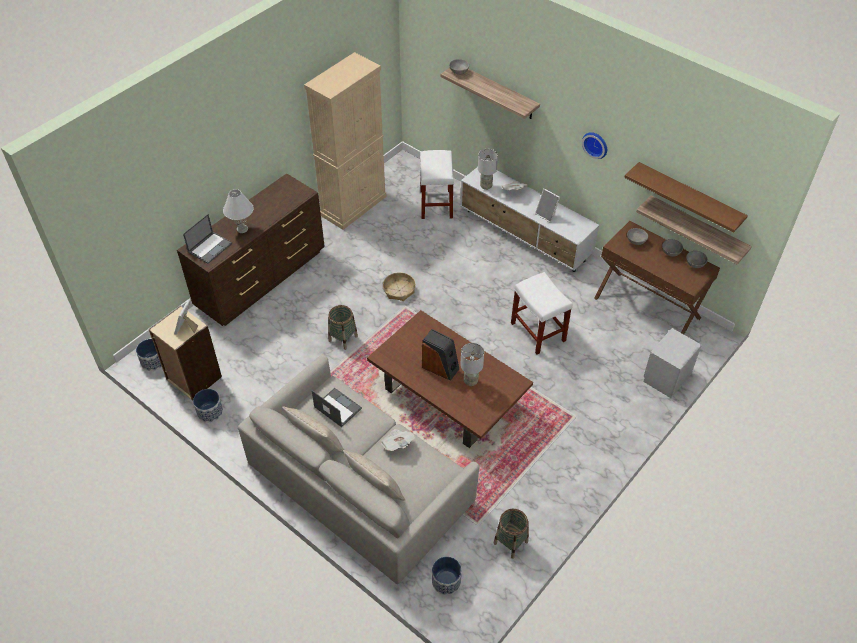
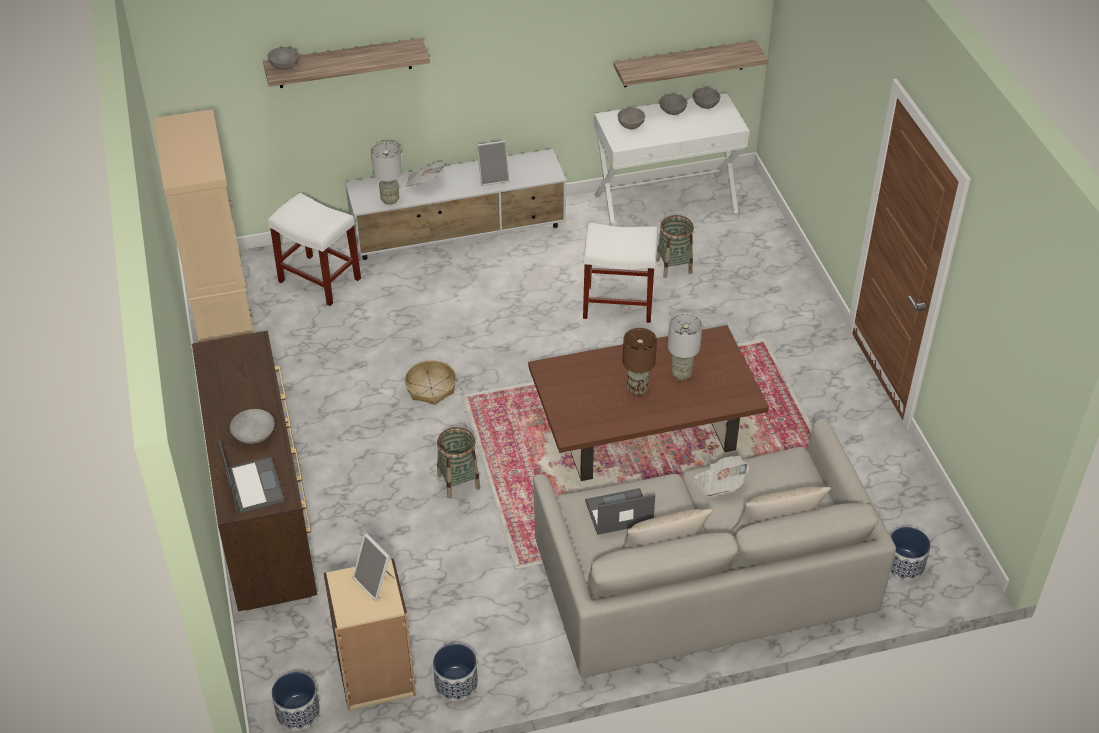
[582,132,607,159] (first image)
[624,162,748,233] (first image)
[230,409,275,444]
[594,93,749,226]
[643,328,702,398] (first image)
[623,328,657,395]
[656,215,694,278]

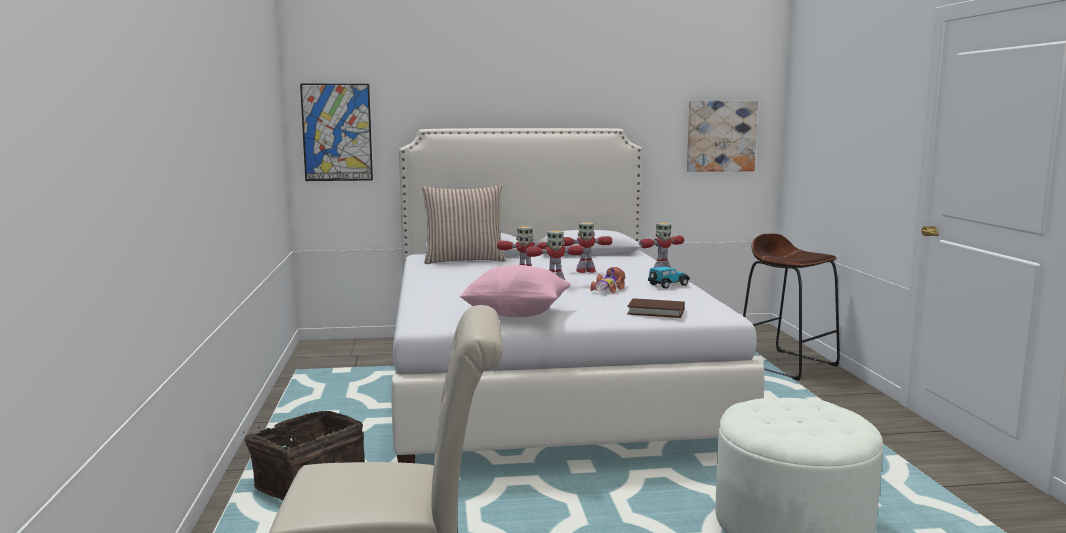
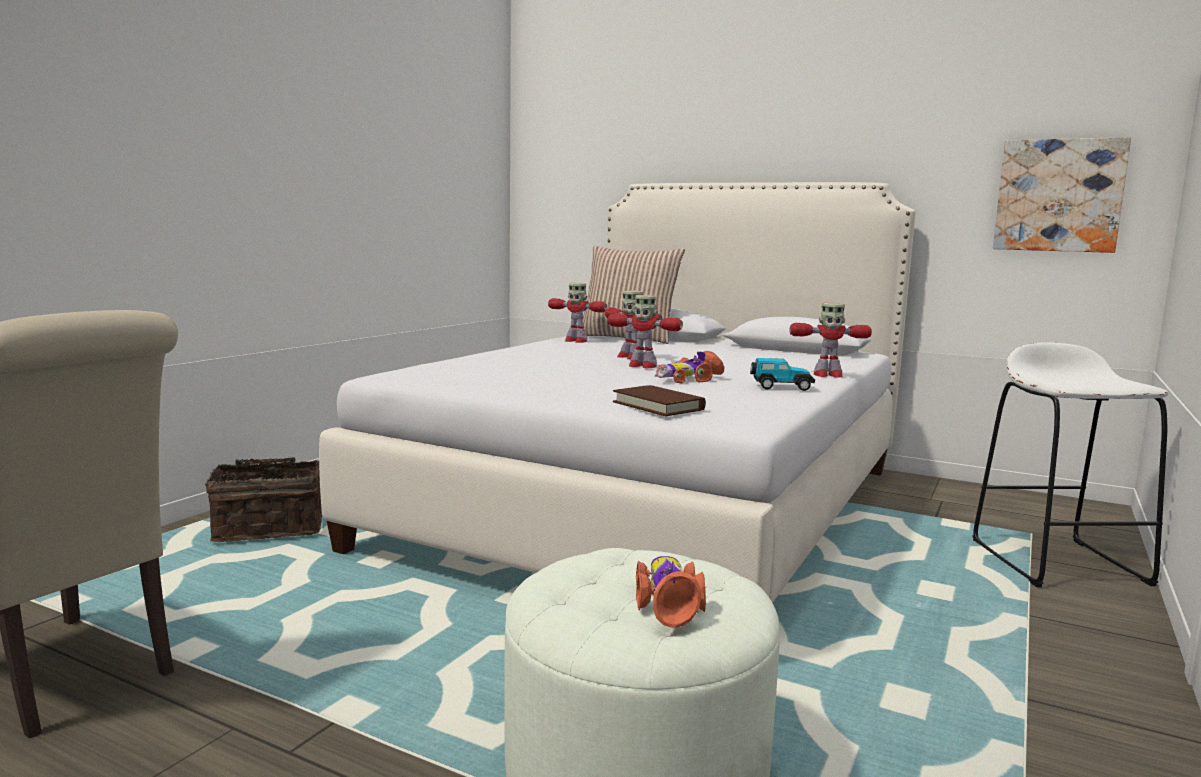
[300,84,373,181] (first image)
[548,283,607,343]
[972,342,1168,587]
[459,265,571,317] (first image)
[636,556,706,628]

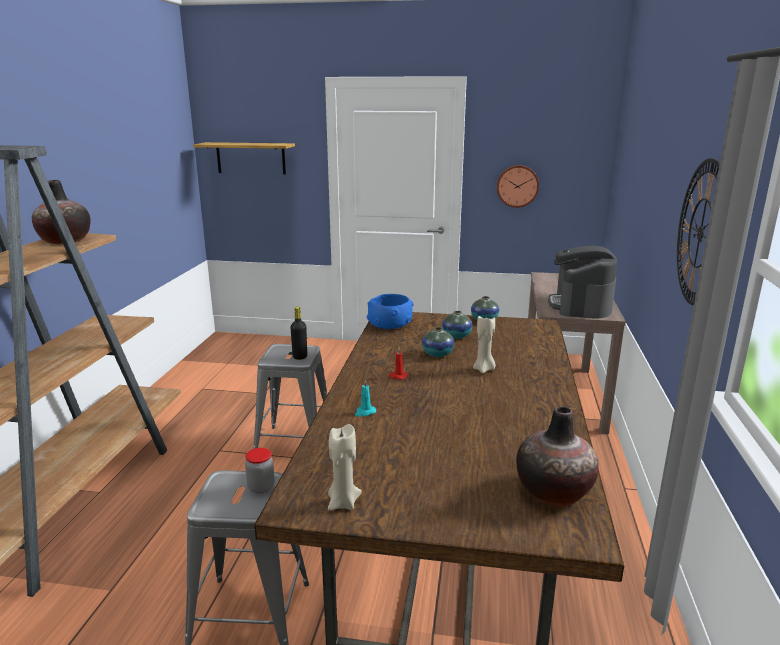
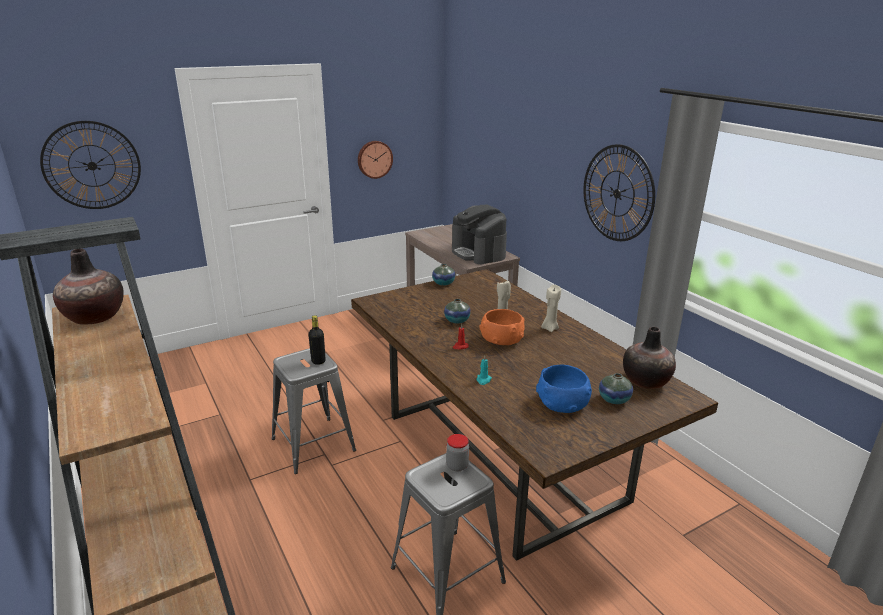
[40,121,141,209]
[536,365,592,413]
[599,373,633,404]
[541,284,561,332]
[479,309,525,345]

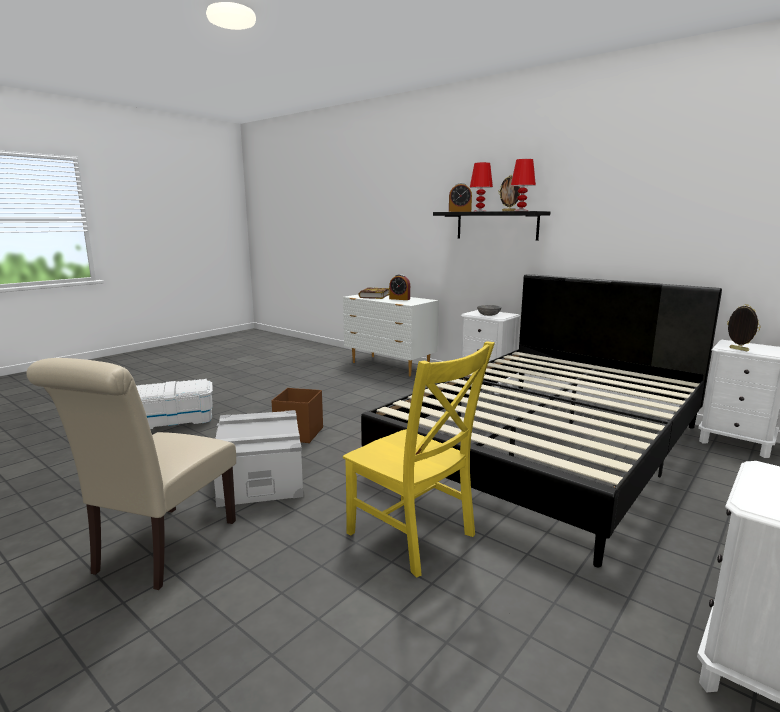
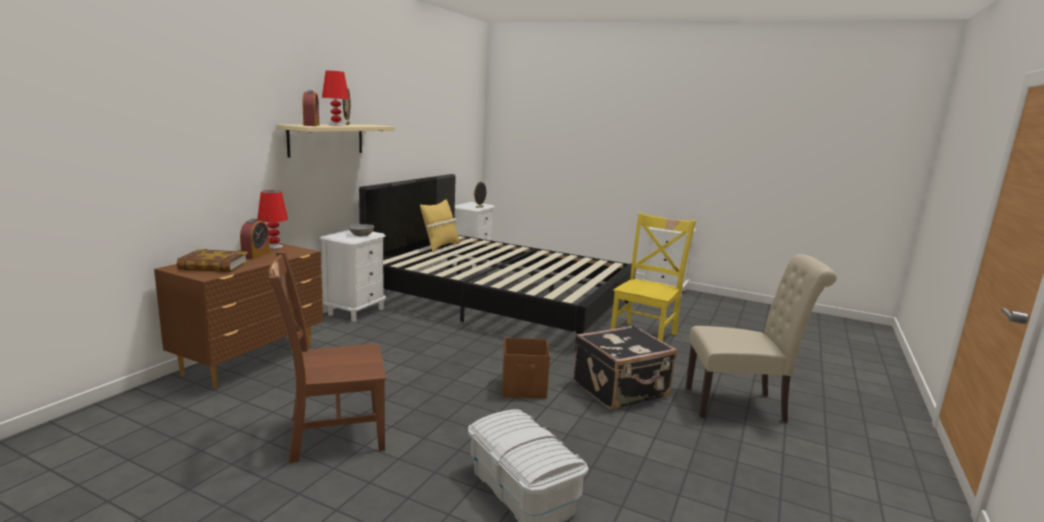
[257,190,288,249]
[276,124,395,158]
[154,243,323,389]
[574,325,677,409]
[420,199,460,252]
[268,251,386,463]

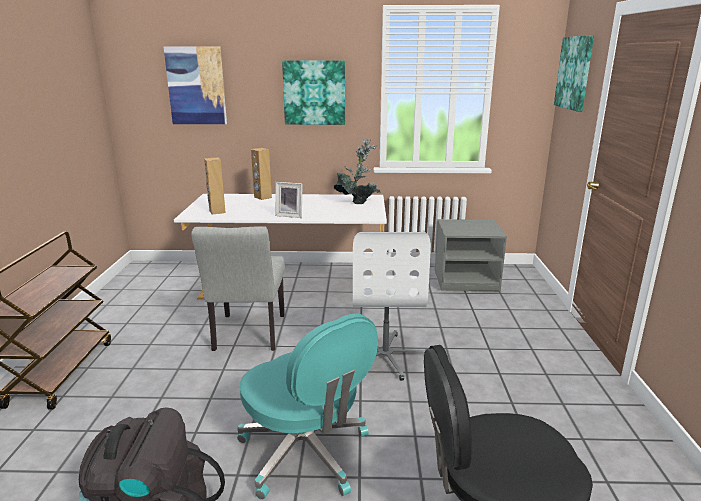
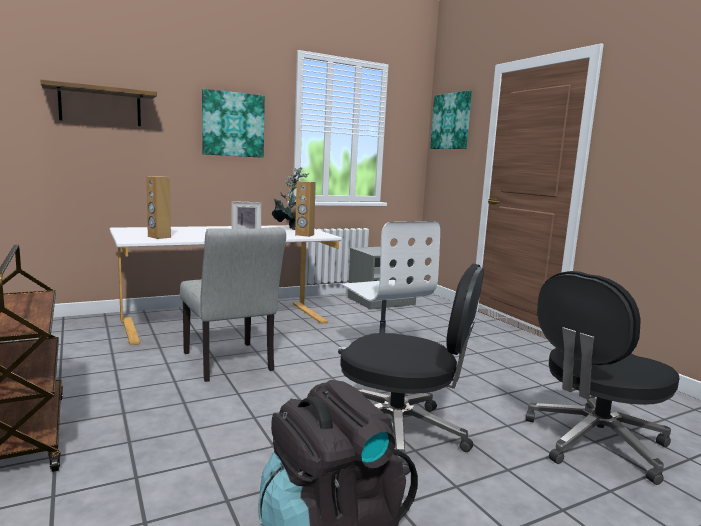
[40,79,157,126]
[295,181,316,237]
[341,264,484,475]

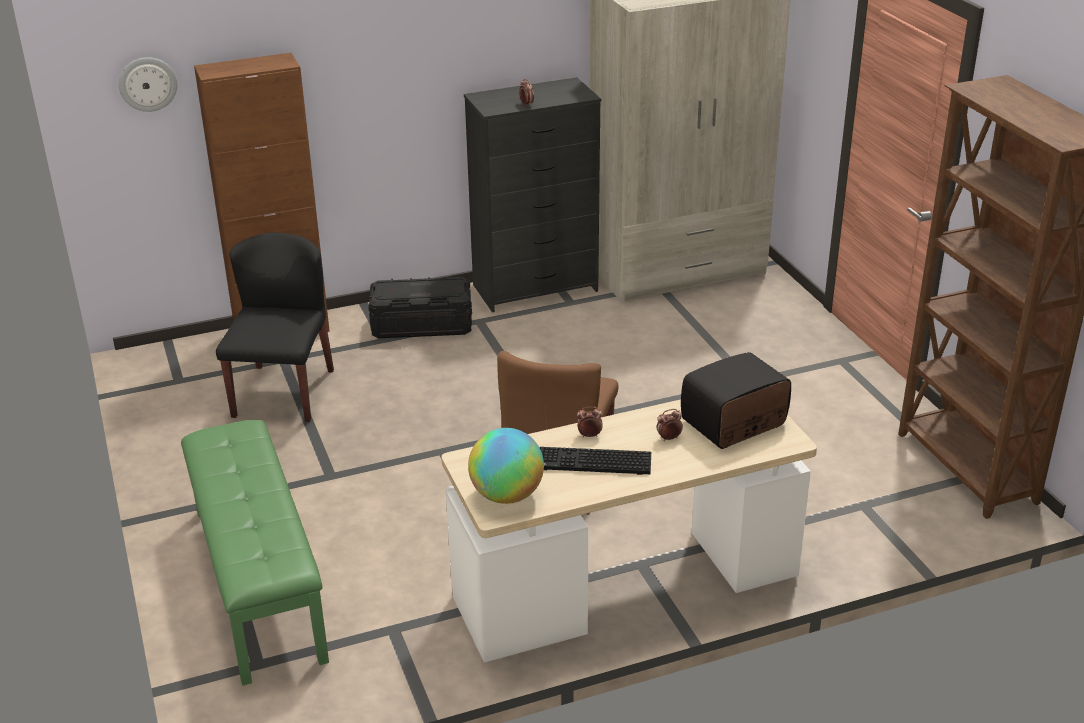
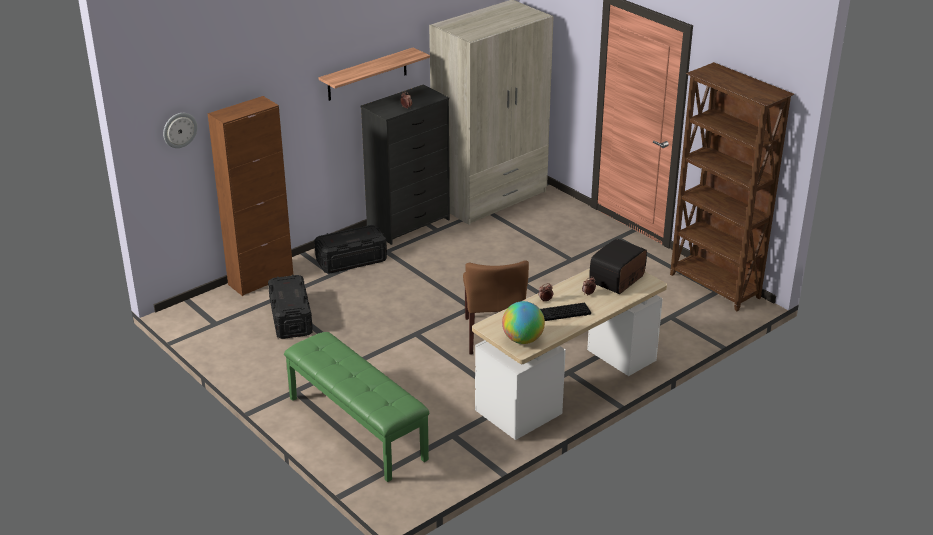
[268,275,313,339]
[318,47,430,101]

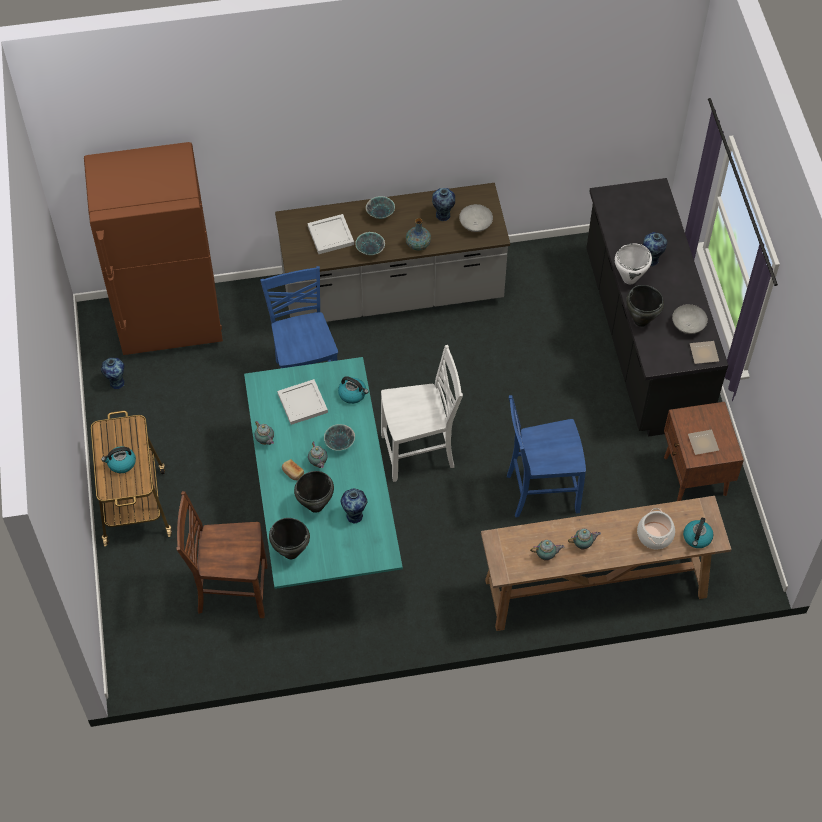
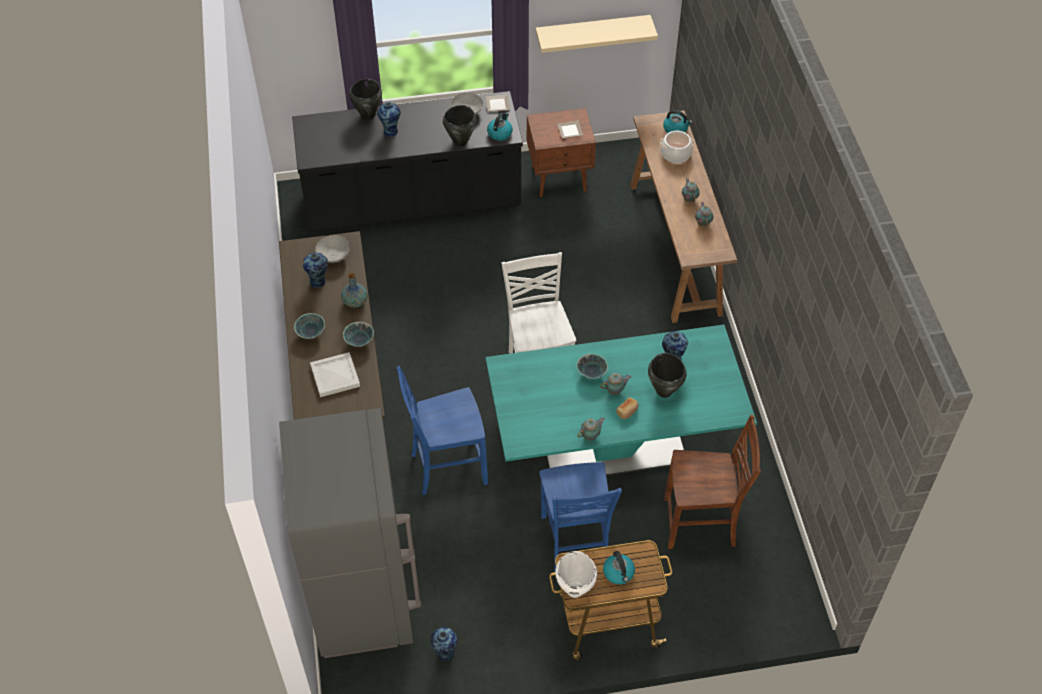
[279,408,421,658]
[555,551,597,598]
[487,112,513,141]
[277,379,328,425] (first image)
[539,462,622,572]
[665,415,761,549]
[349,79,382,120]
[536,15,658,53]

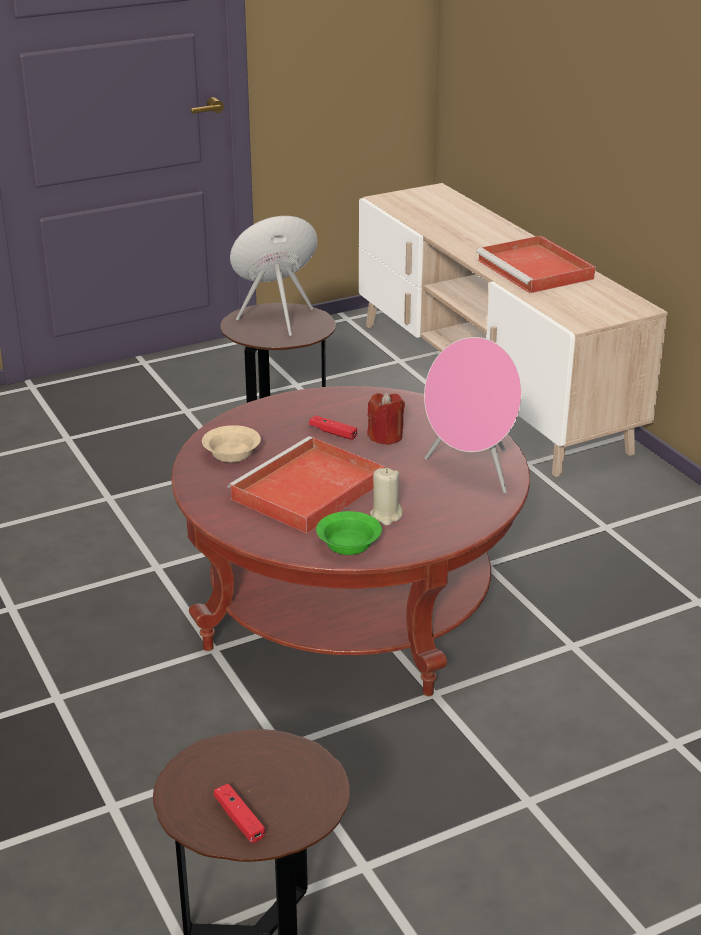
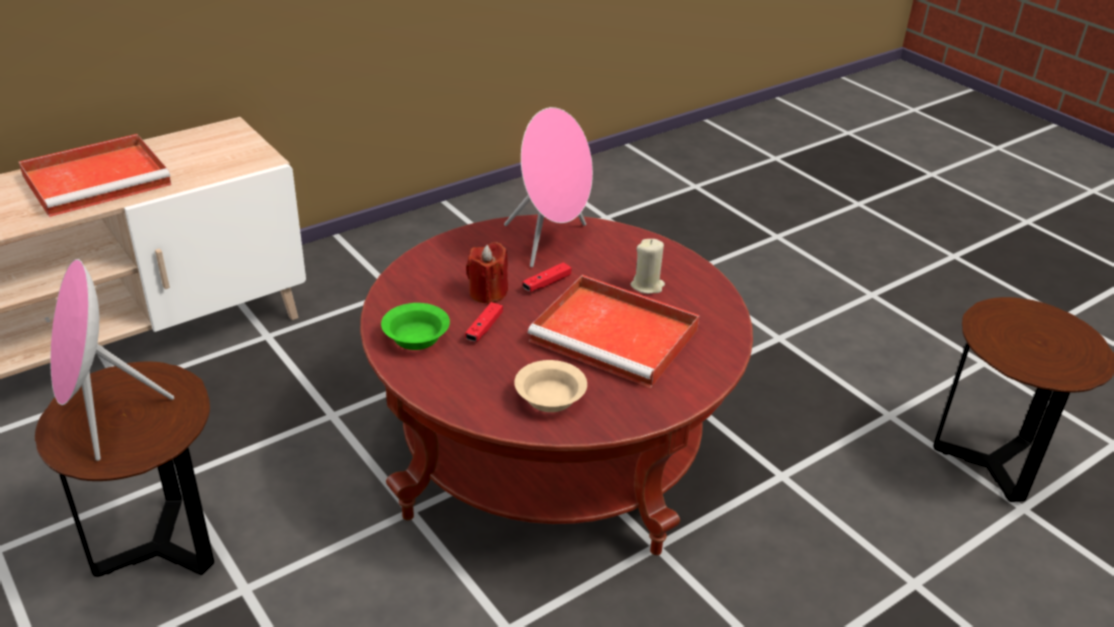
[381,303,450,350]
[522,262,571,292]

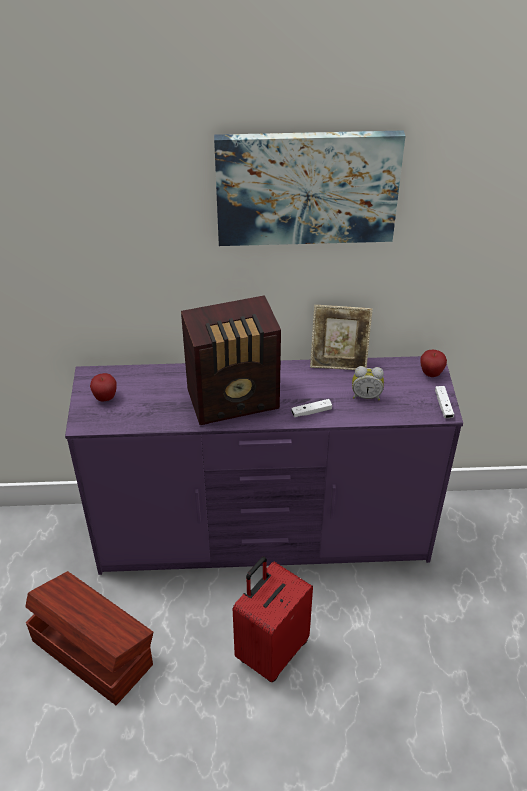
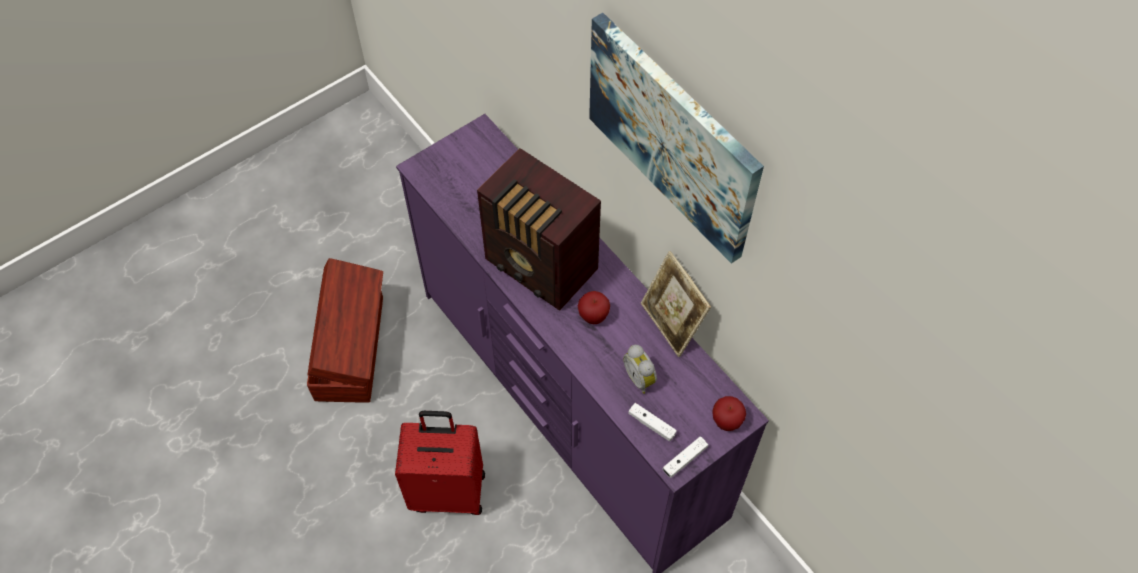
[578,291,610,324]
[628,403,677,441]

